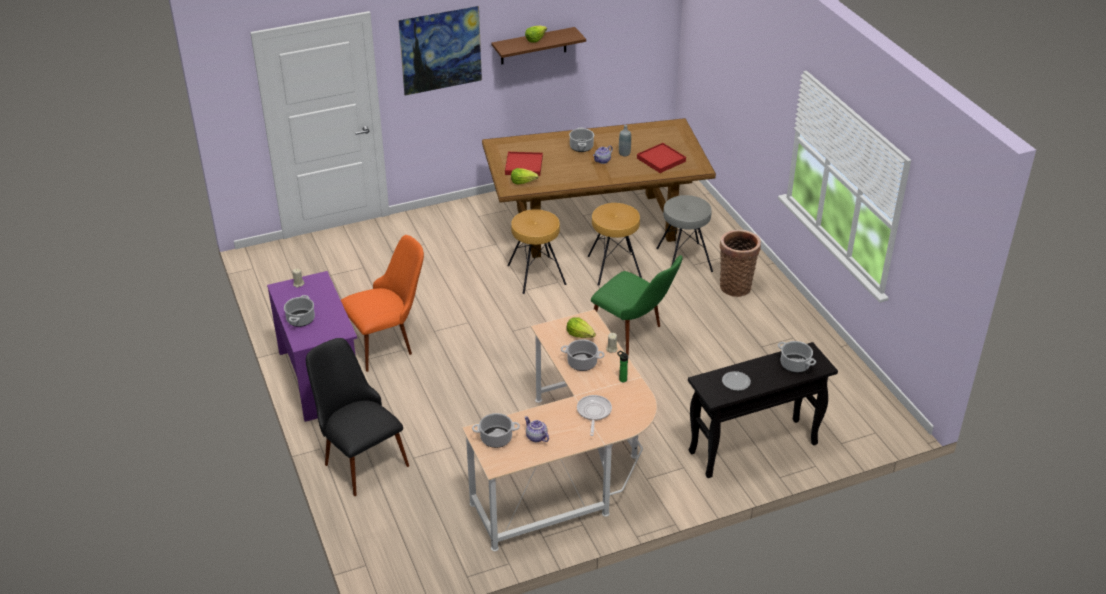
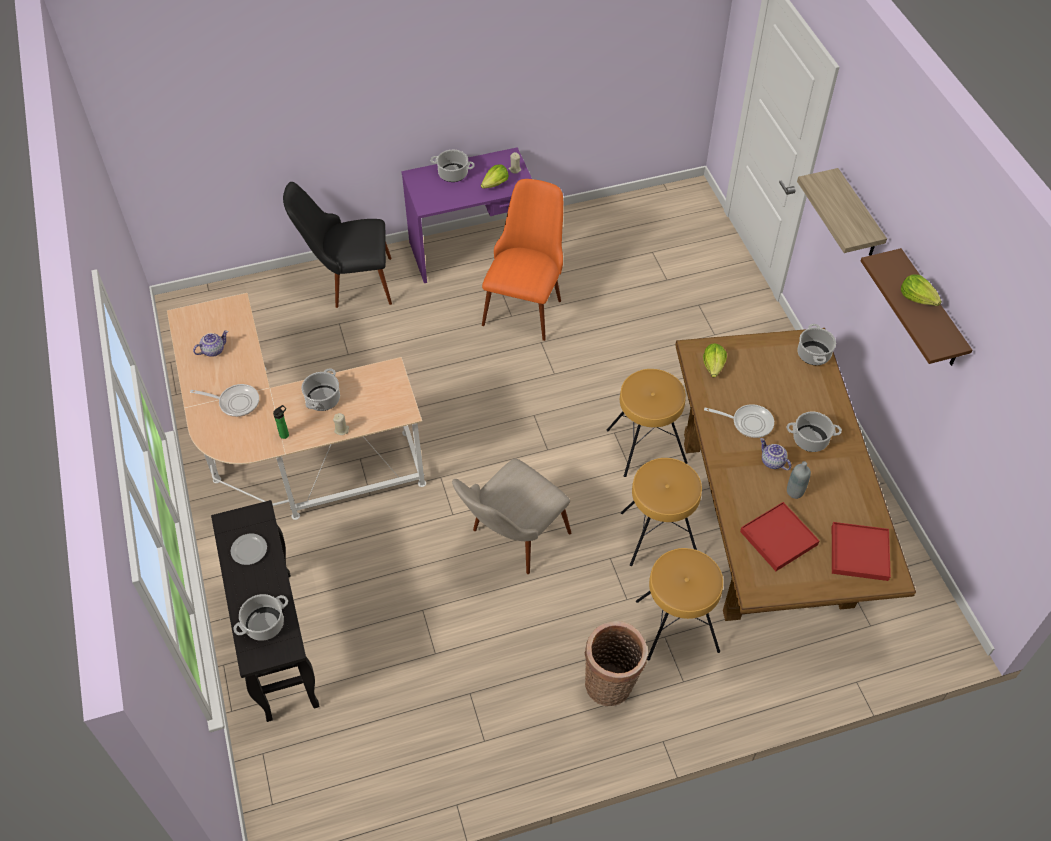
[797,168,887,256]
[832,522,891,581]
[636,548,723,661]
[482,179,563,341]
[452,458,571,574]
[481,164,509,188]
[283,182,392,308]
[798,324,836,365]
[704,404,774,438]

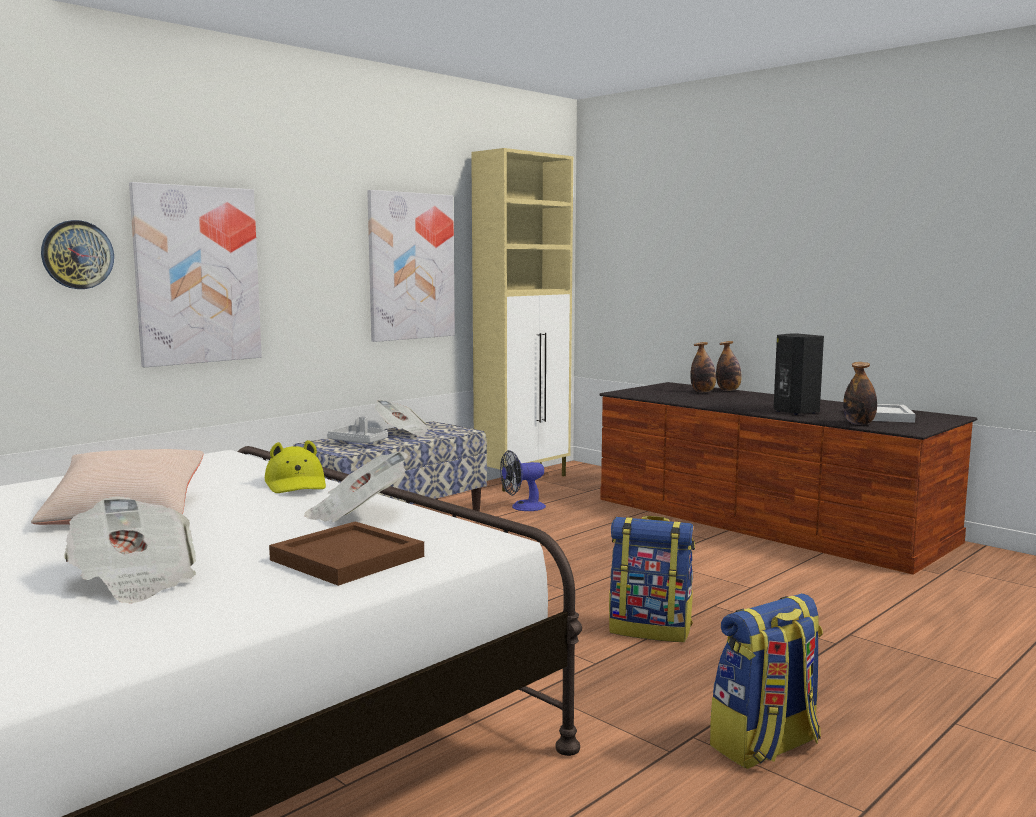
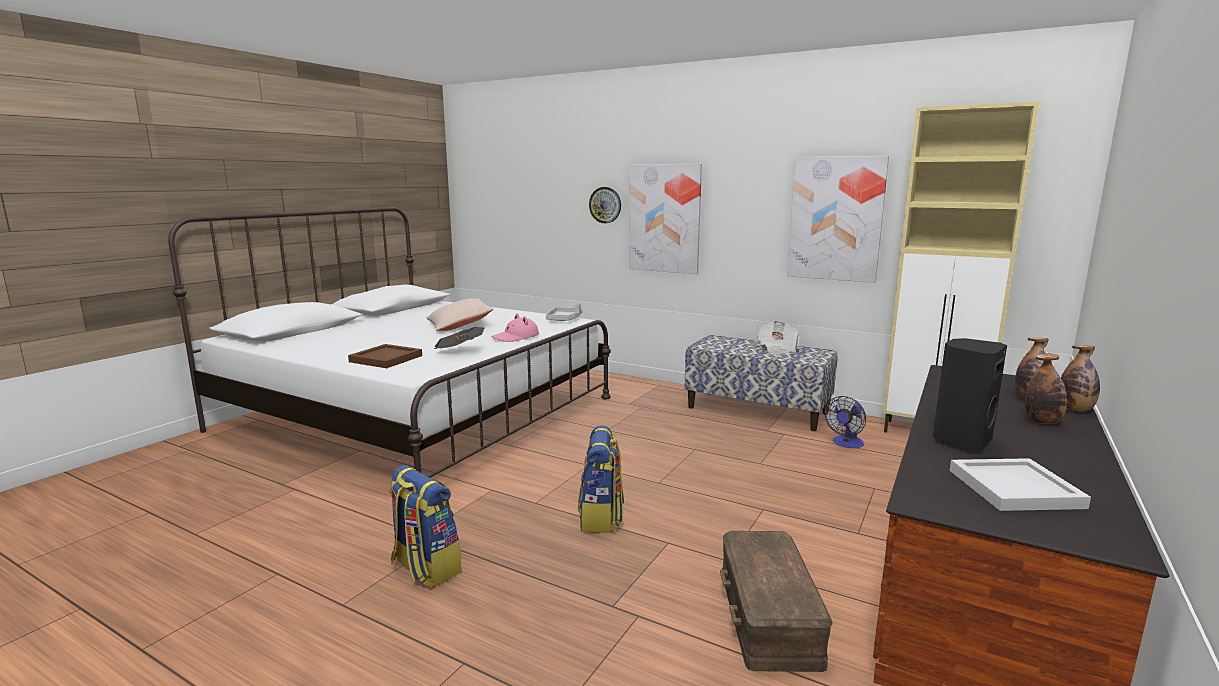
[1025,353,1067,424]
[546,303,582,321]
[491,313,539,342]
[824,396,866,448]
[64,496,196,604] (first image)
[720,531,833,672]

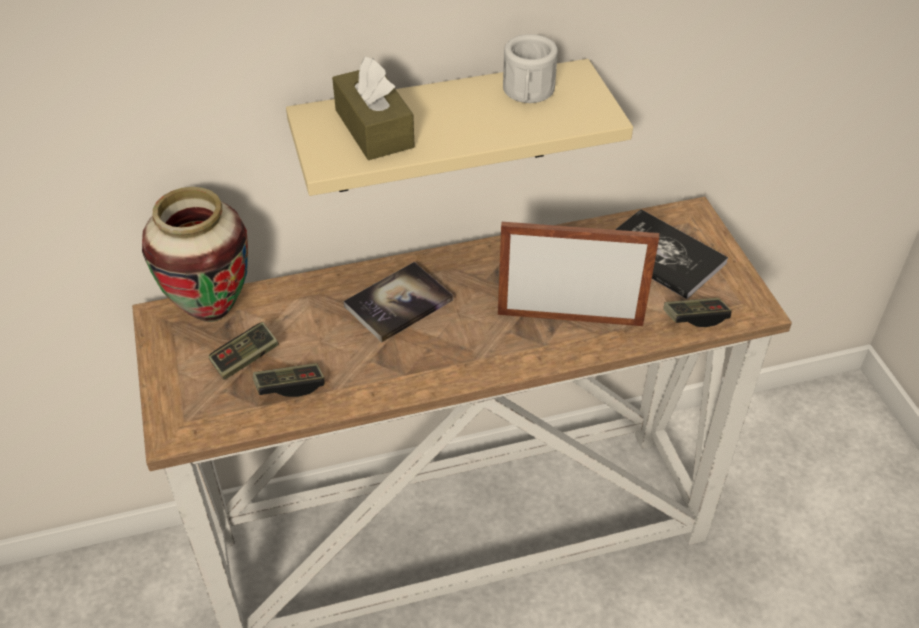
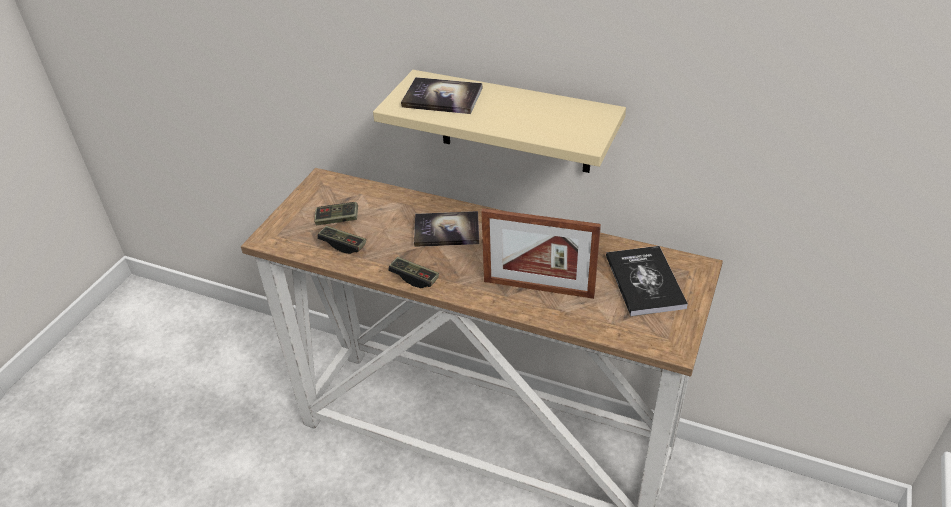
[503,34,558,103] (first image)
[401,77,482,114]
[142,187,248,322] (first image)
[481,208,601,299]
[388,257,439,288]

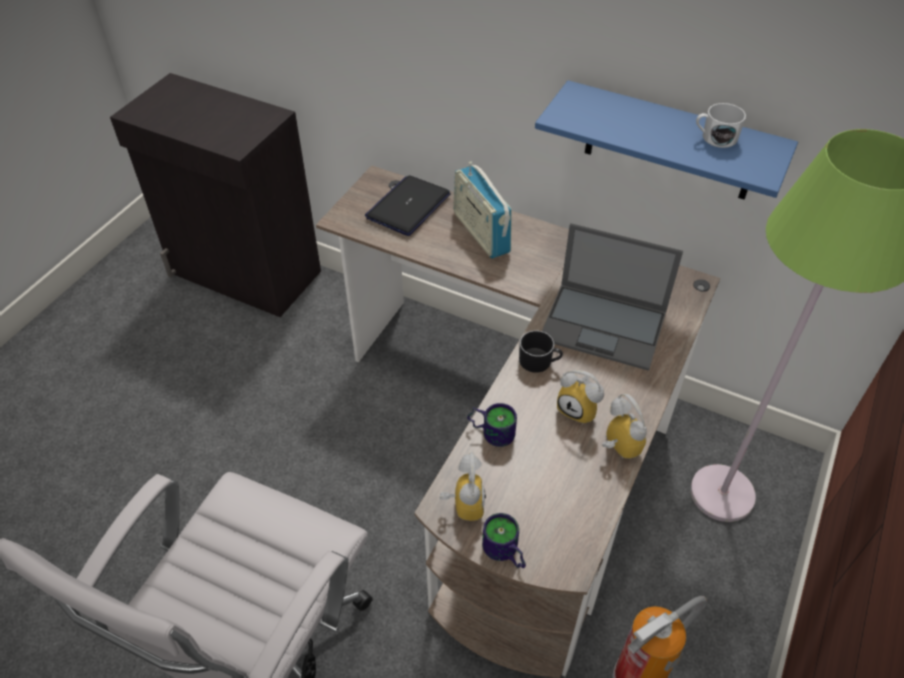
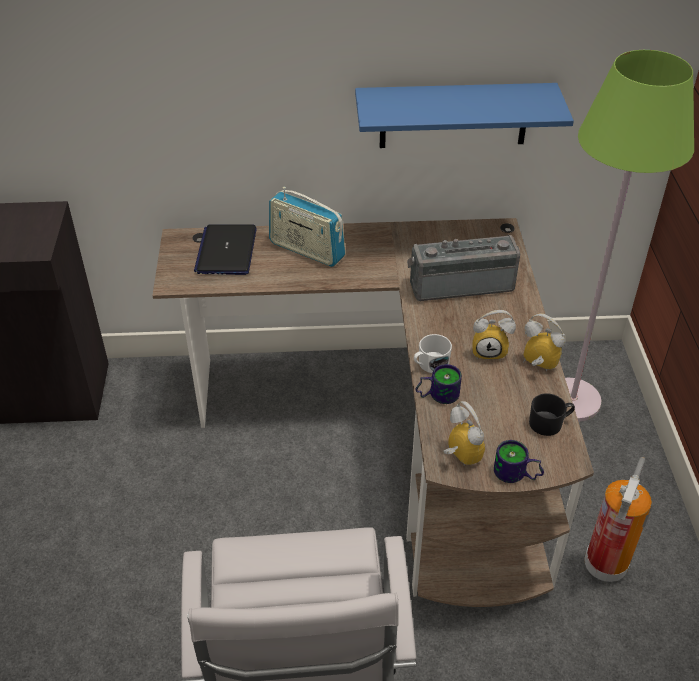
[414,334,452,373]
[407,235,520,301]
[529,393,575,436]

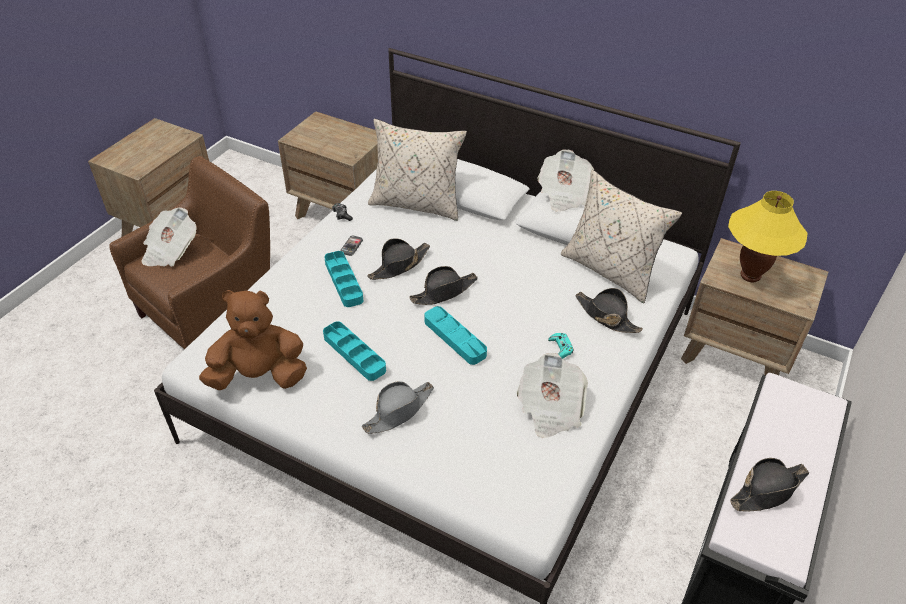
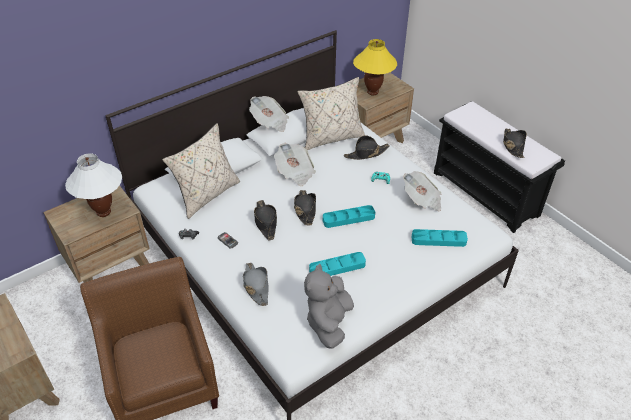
[274,143,316,186]
[412,229,468,247]
[304,264,354,349]
[243,263,269,306]
[65,153,122,217]

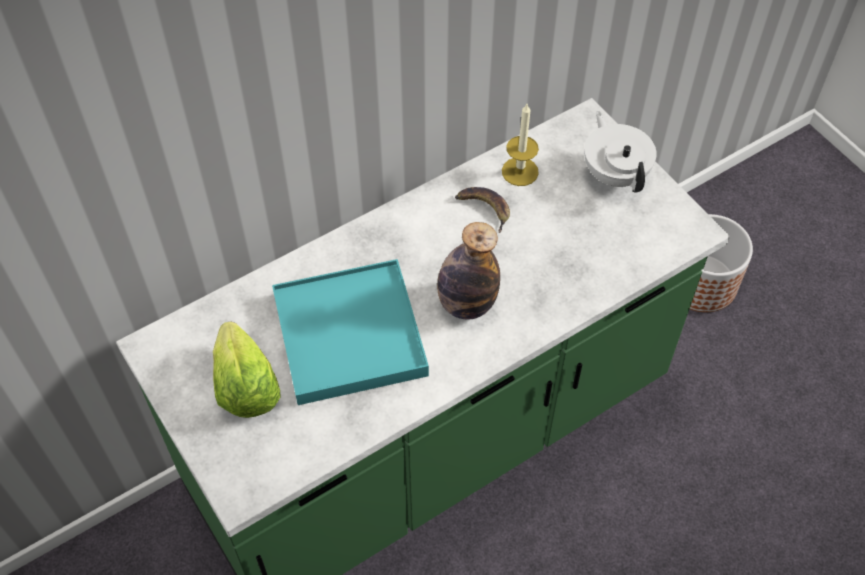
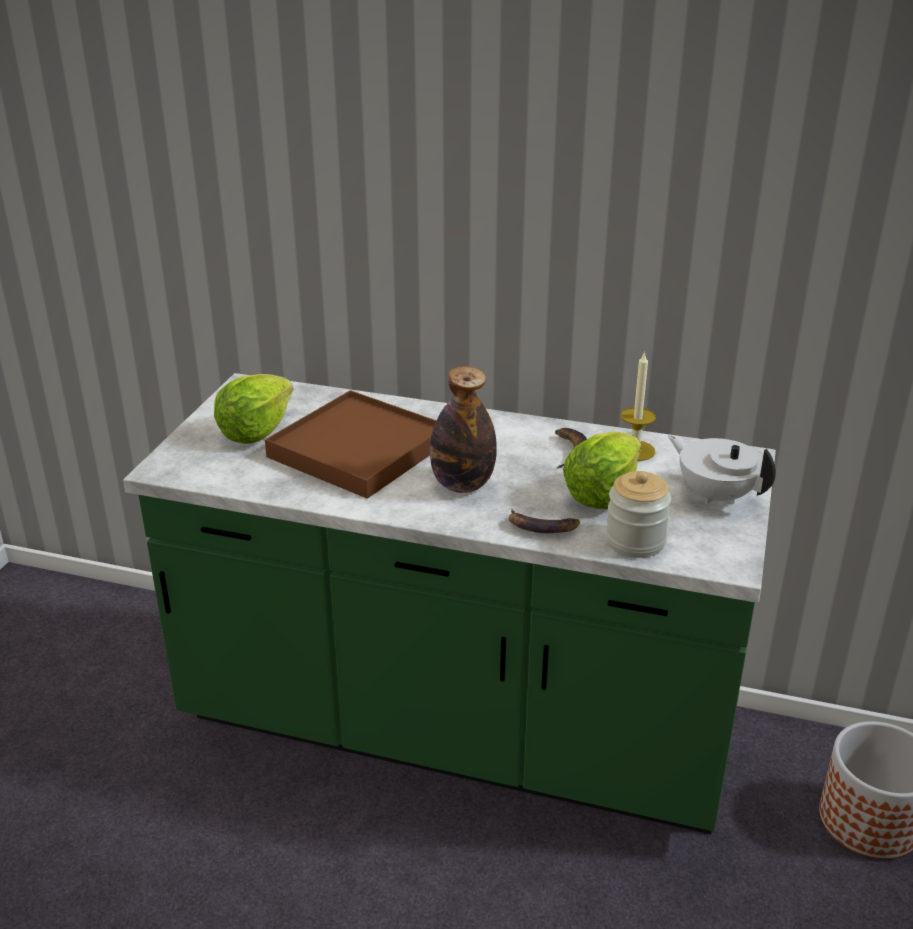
[668,436,776,504]
[265,390,436,499]
[563,431,641,509]
[606,471,671,558]
[509,509,580,533]

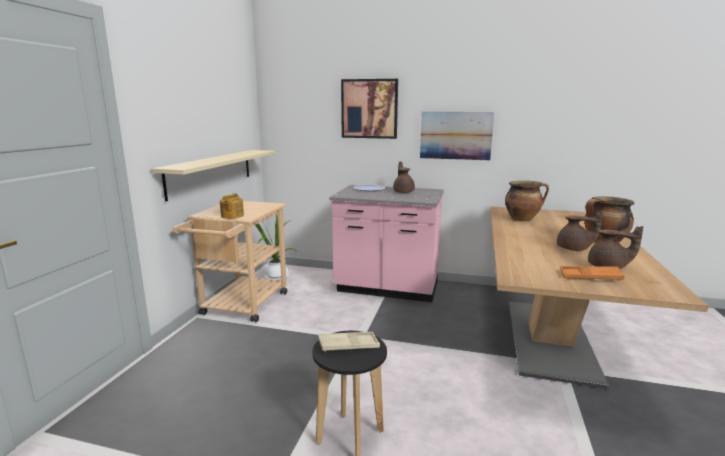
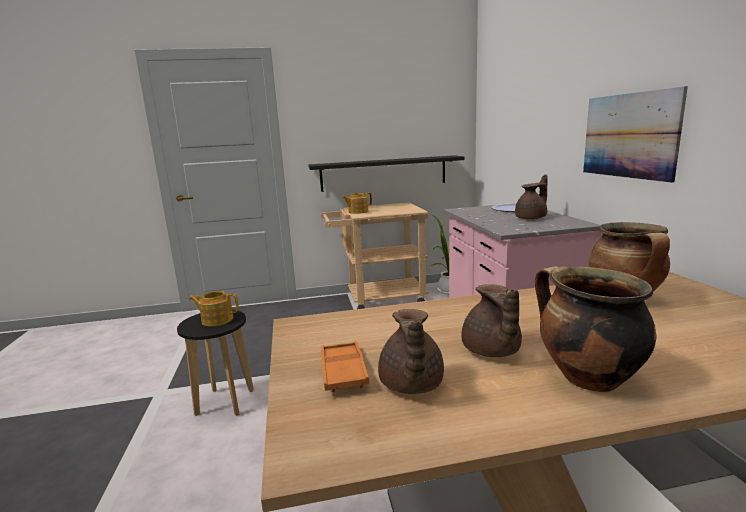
[341,79,398,139] (first image)
[308,155,465,192]
[189,291,239,327]

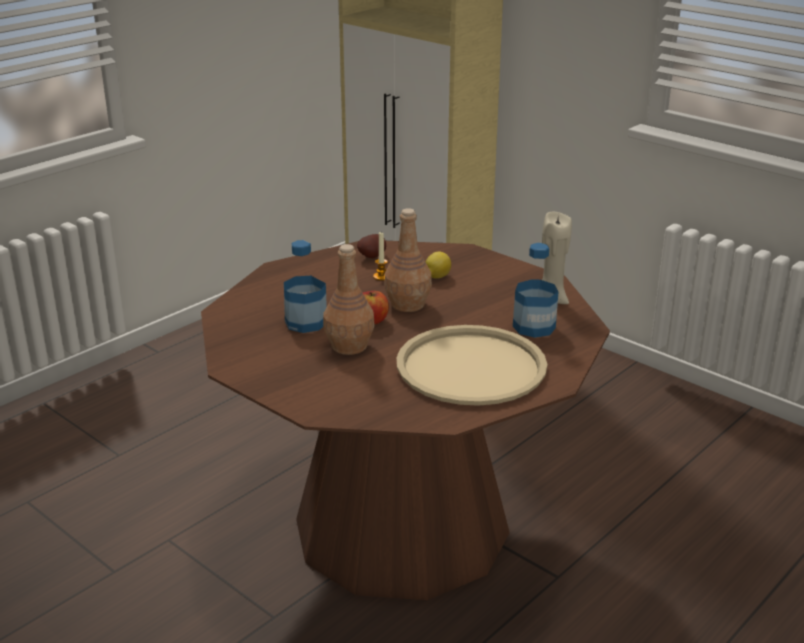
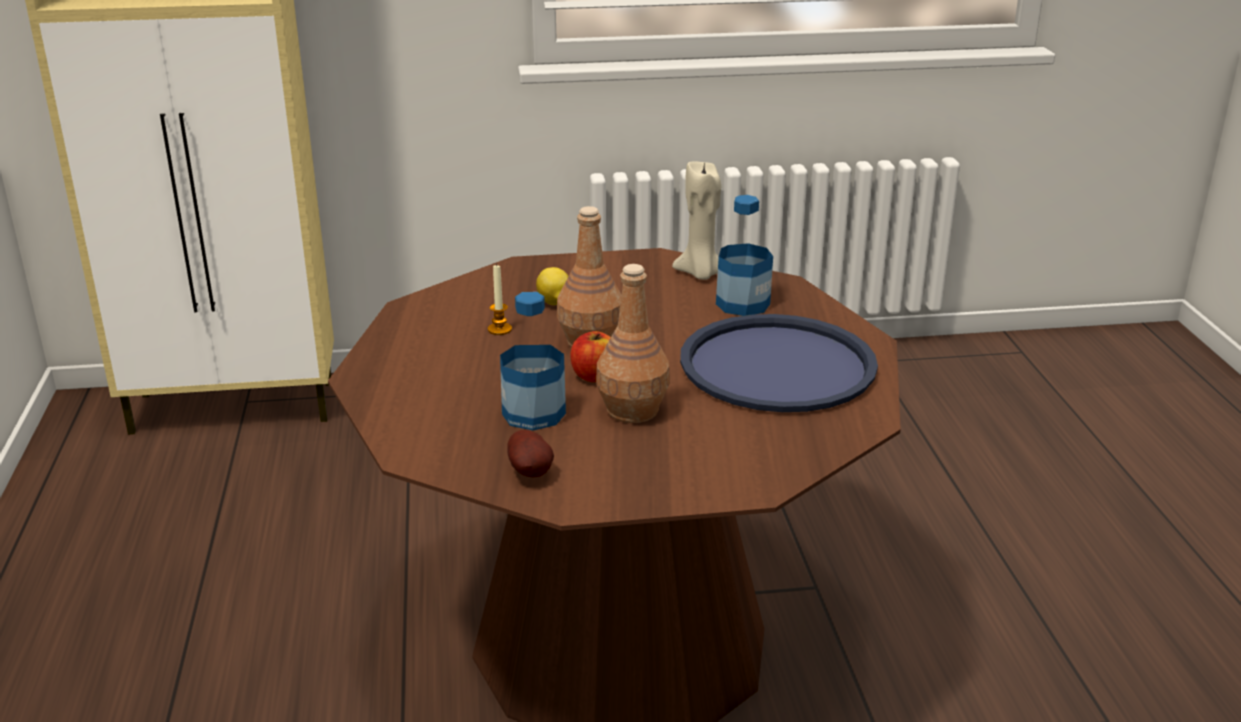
[507,430,554,477]
[680,314,878,412]

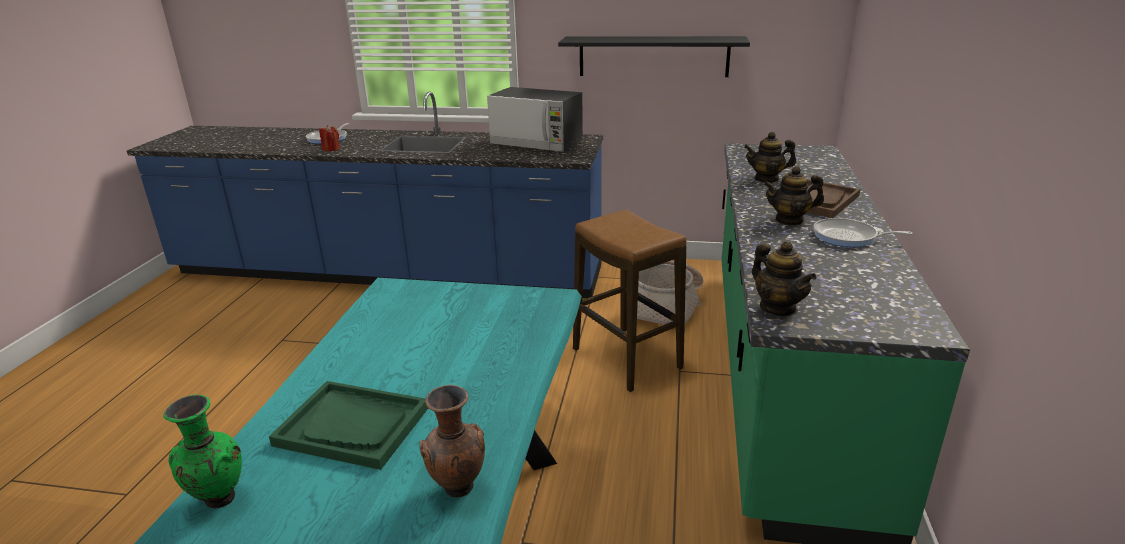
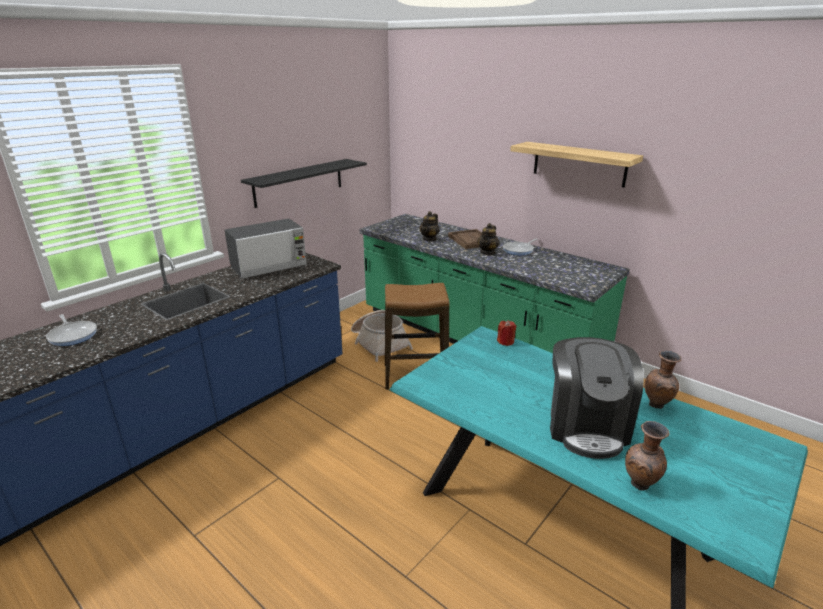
[497,320,516,346]
[752,241,816,316] (first image)
[550,337,644,459]
[625,421,669,491]
[510,142,643,188]

